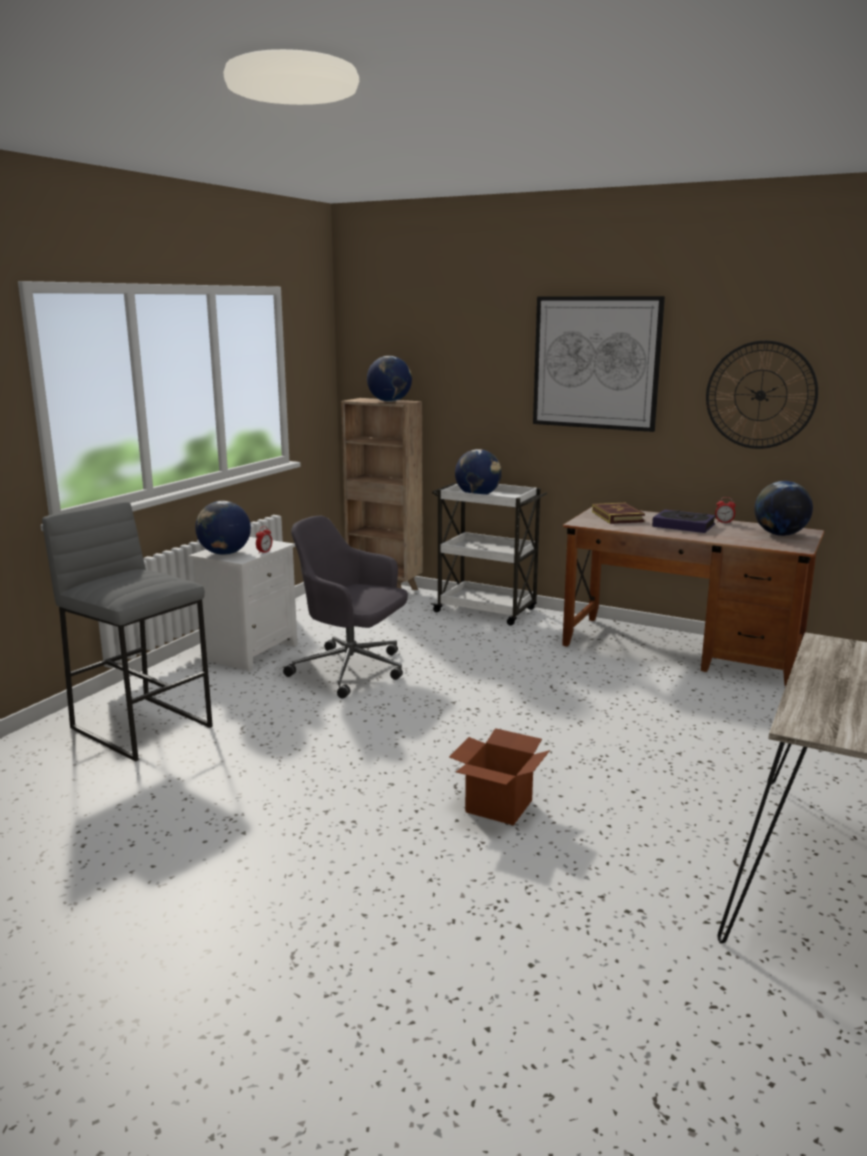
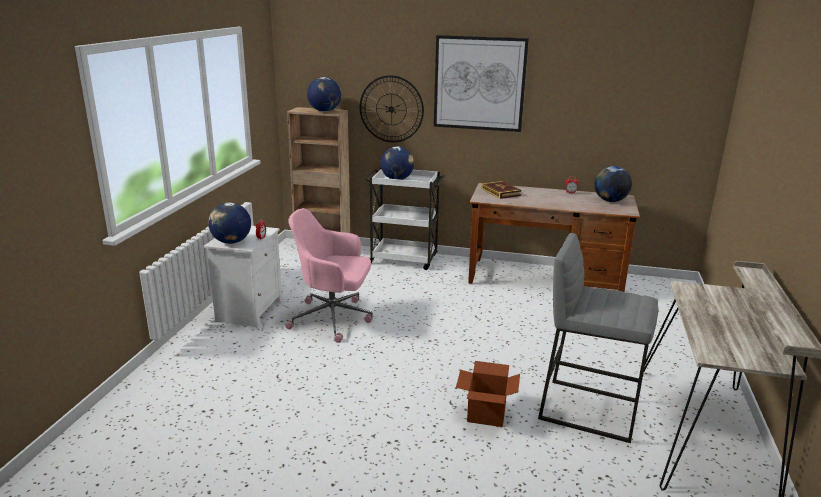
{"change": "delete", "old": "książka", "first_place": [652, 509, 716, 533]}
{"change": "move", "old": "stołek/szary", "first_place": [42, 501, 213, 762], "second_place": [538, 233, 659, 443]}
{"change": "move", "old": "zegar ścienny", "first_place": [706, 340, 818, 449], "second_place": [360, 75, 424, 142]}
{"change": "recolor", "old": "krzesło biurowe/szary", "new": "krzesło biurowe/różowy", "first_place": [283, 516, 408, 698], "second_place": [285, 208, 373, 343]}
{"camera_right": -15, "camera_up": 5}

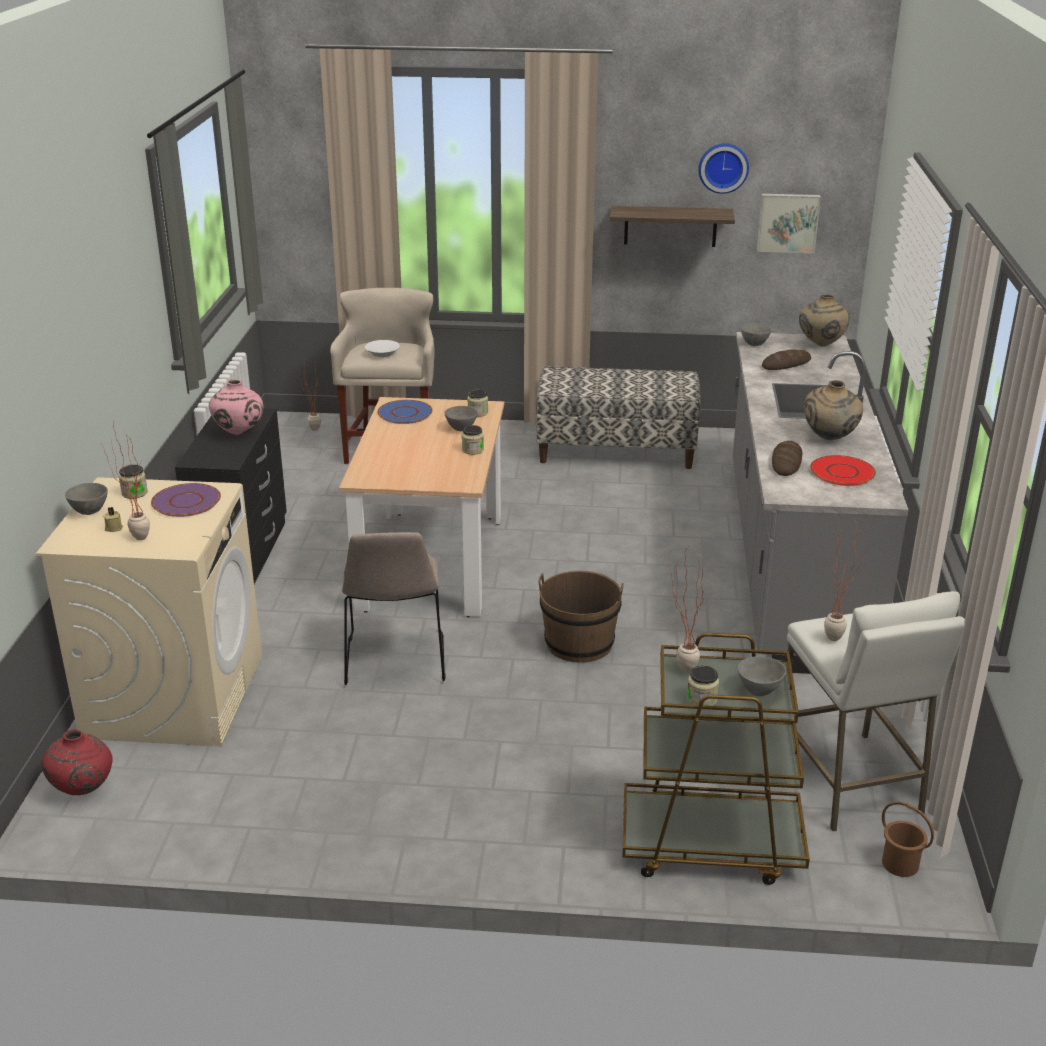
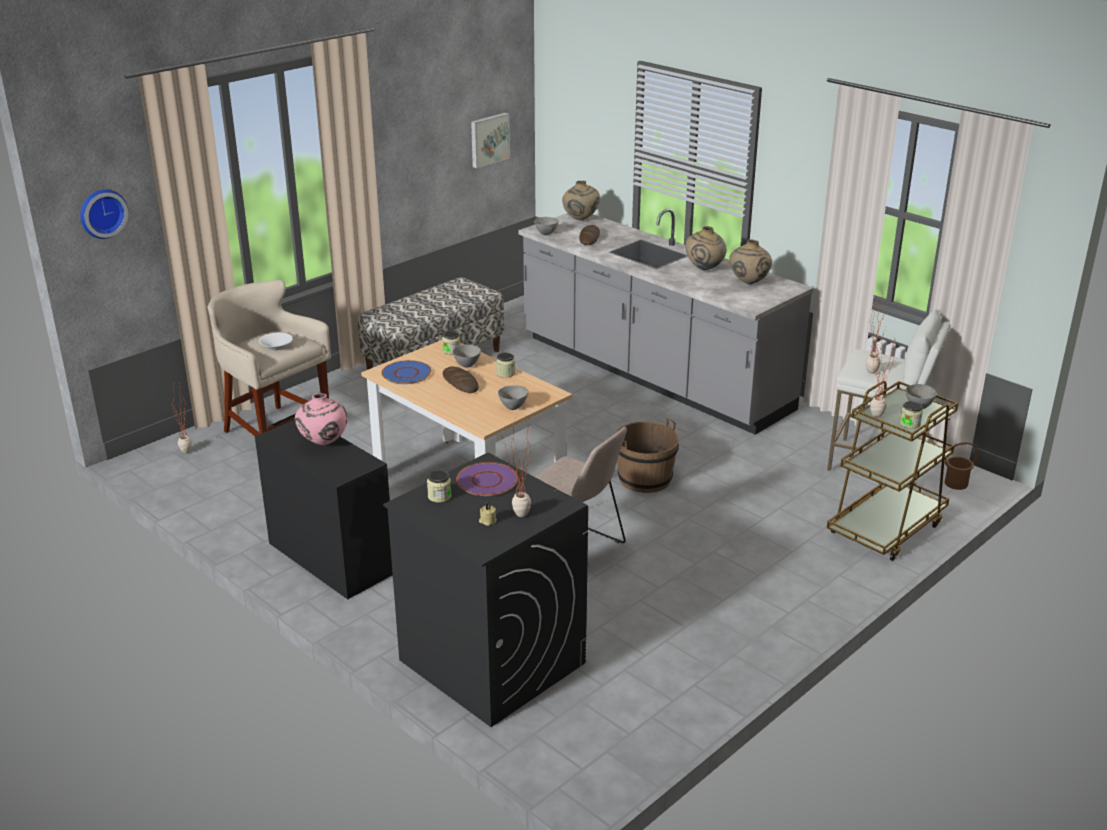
{"change": "delete", "old": "wazon/czerwony", "first_place": [42, 729, 112, 795]}
{"change": "delete", "old": "półka", "first_place": [610, 206, 735, 247]}
{"change": "move", "old": "miska/szary", "first_place": [65, 483, 108, 515], "second_place": [498, 385, 528, 410]}
{"change": "move", "old": "zegar ścienny", "first_place": [698, 143, 749, 194], "second_place": [80, 189, 128, 239]}
{"change": "move", "old": "chleb", "first_place": [772, 441, 803, 476], "second_place": [443, 367, 479, 393]}
{"change": "replace", "old": "talerz/czerwony", "new": "wazon/beżowy", "first_place": [810, 455, 876, 486], "second_place": [729, 239, 772, 284]}
{"change": "recolor", "old": "pralka/beżowy", "new": "pralka/czarny", "first_place": [36, 477, 262, 747], "second_place": [383, 453, 588, 727]}
{"camera_right": -50, "camera_up": 0}

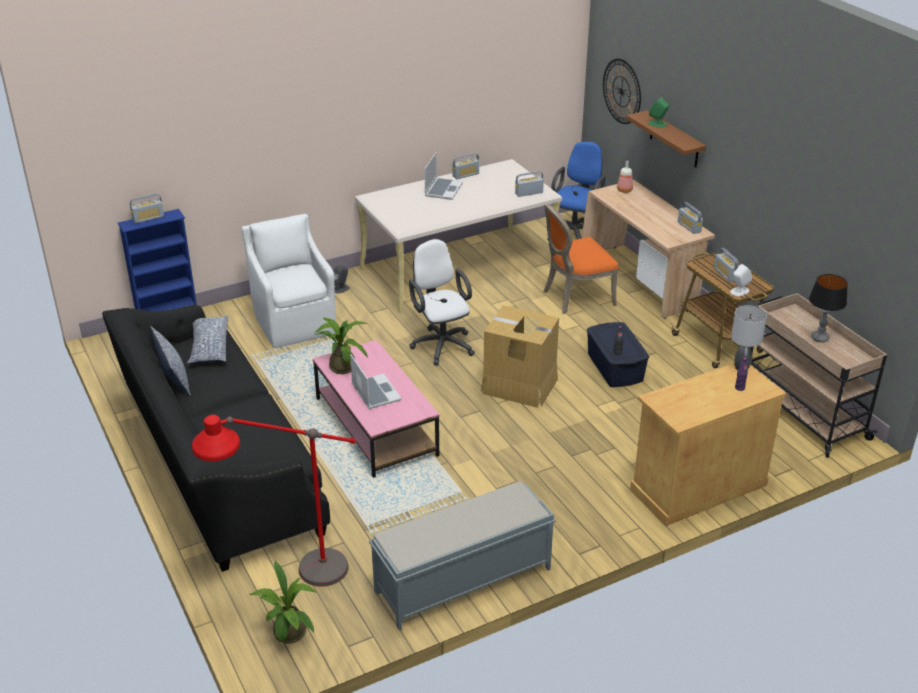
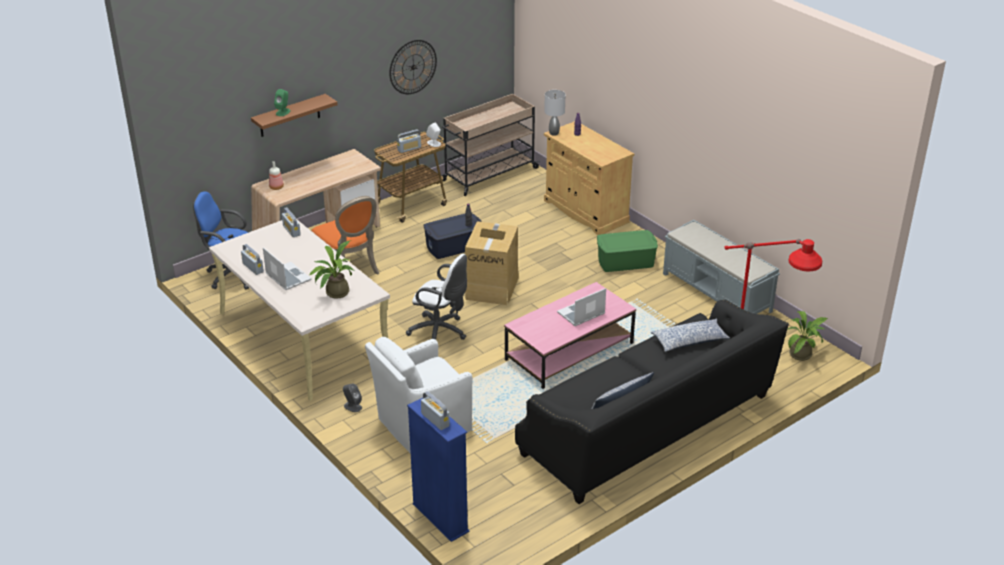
{"change": "delete", "old": "radio", "first_place": [678, 202, 703, 234]}
{"change": "delete", "old": "lampa stołowa", "first_place": [809, 274, 848, 342]}
{"change": "insert", "new": "pojemnik do przechowywania/zielony", "second_place": [597, 230, 658, 272]}
{"change": "move", "old": "poduszka", "first_place": [187, 315, 228, 364], "second_place": [650, 318, 730, 352]}
{"change": "move", "old": "roślina doniczkowa", "first_place": [315, 317, 368, 374], "second_place": [309, 241, 354, 299]}
{"change": "move", "old": "zegar ścienny", "first_place": [603, 59, 641, 124], "second_place": [389, 40, 437, 94]}
{"change": "rotate", "old": "krzesło biurowe/biały", "first_place": [409, 239, 475, 365], "second_place": [406, 254, 467, 340], "degrees": -120}
{"change": "rotate", "old": "laptop", "first_place": [424, 152, 463, 200], "second_place": [263, 247, 312, 290], "degrees": 45}
{"camera_right": -100, "camera_up": 0}

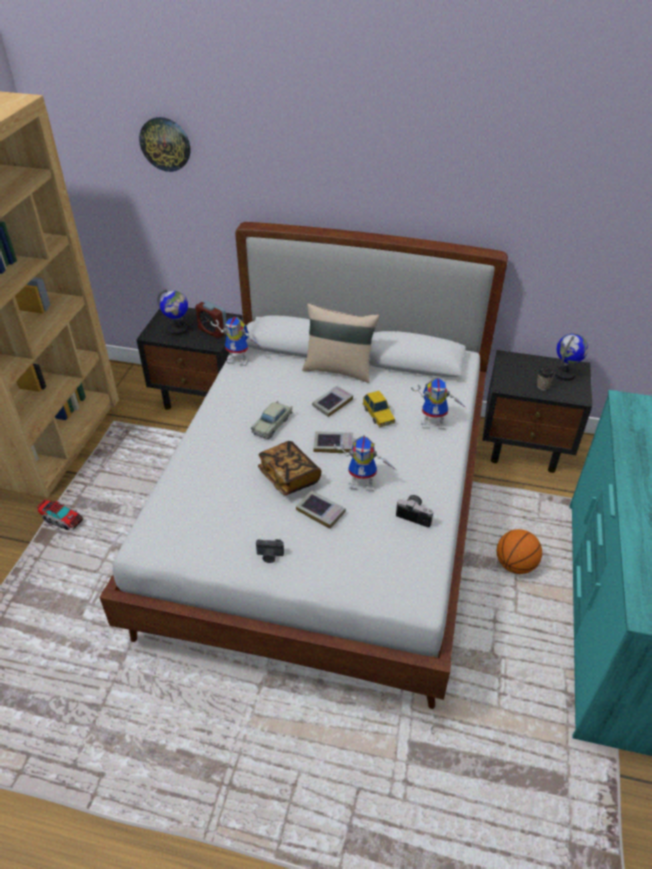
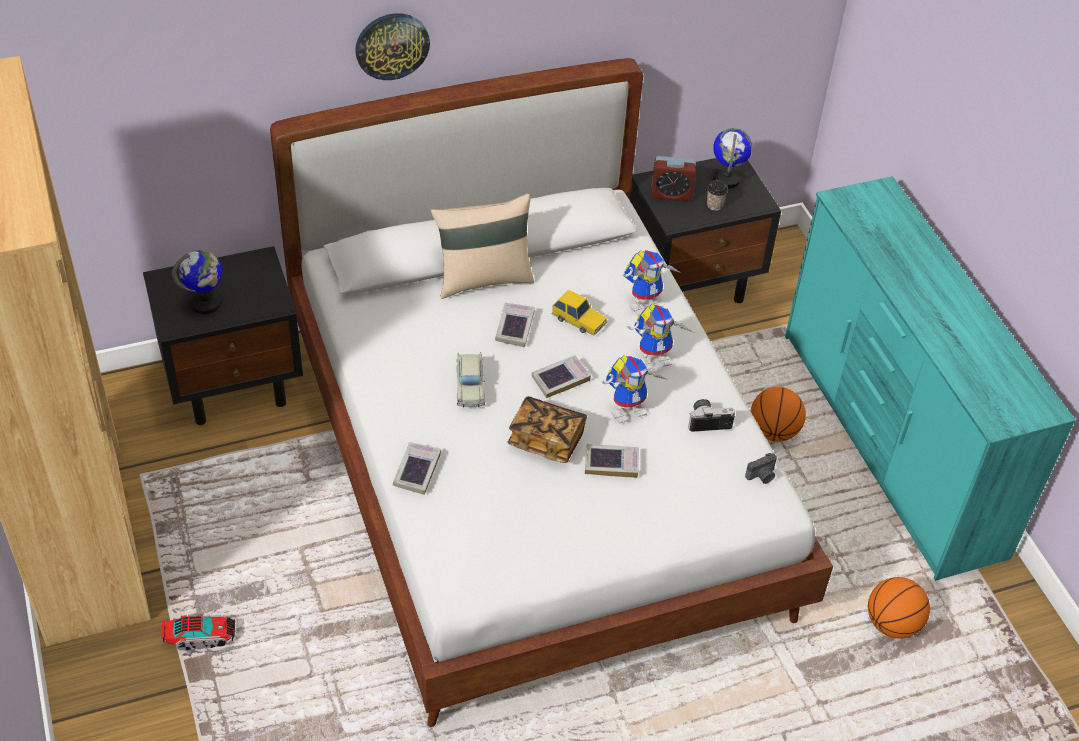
{"change": "insert", "new": "książka", "second_place": [393, 442, 441, 495]}
{"change": "insert", "new": "piłka do koszykówki", "second_place": [868, 577, 930, 639]}
{"change": "move", "old": "zegar ścienny", "first_place": [139, 117, 190, 172], "second_place": [355, 13, 430, 80]}
{"change": "move", "old": "budzik", "first_place": [195, 300, 227, 338], "second_place": [651, 156, 696, 202]}
{"change": "move", "old": "robot zabawkowy", "first_place": [211, 317, 261, 366], "second_place": [627, 304, 694, 370]}
{"change": "move", "old": "aparat fotograficzny", "first_place": [256, 539, 284, 563], "second_place": [745, 453, 777, 484]}
{"camera_right": -35, "camera_up": 5}

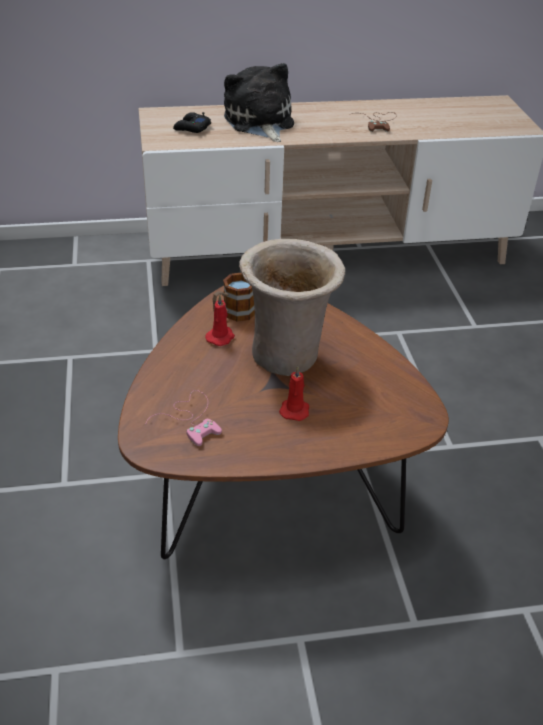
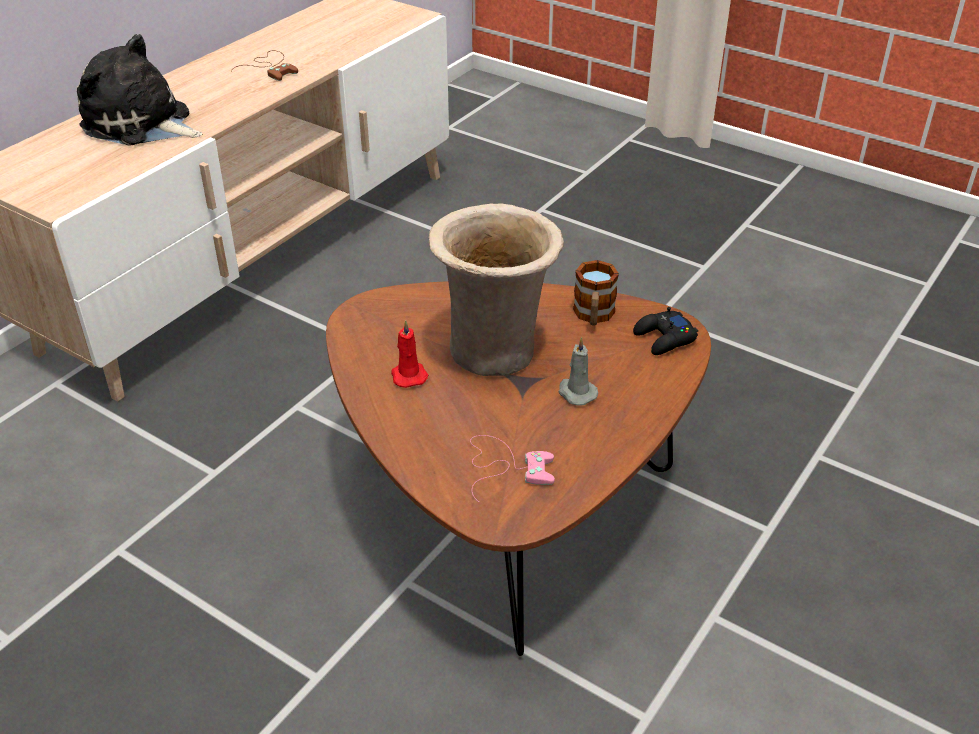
{"change": "move", "old": "pad do gier/czarny", "first_place": [173, 112, 211, 133], "second_place": [633, 307, 698, 355]}
{"change": "move", "old": "kubek", "first_place": [213, 273, 255, 322], "second_place": [573, 260, 619, 326]}
{"change": "recolor", "old": "świeca/czerwony", "new": "świeca/szary", "first_place": [279, 366, 309, 421], "second_place": [558, 337, 598, 406]}
{"camera_right": -45, "camera_up": 0}

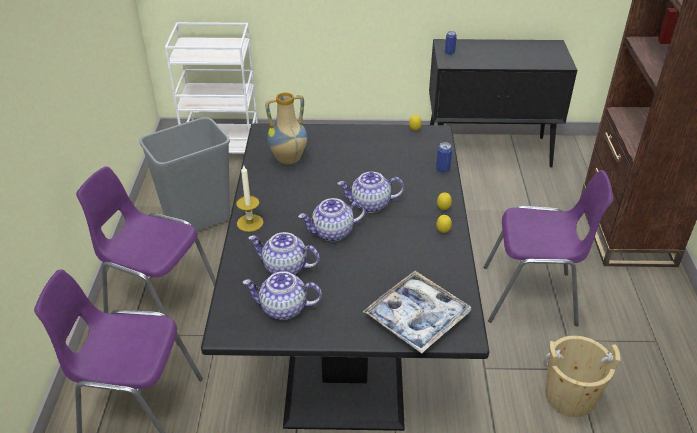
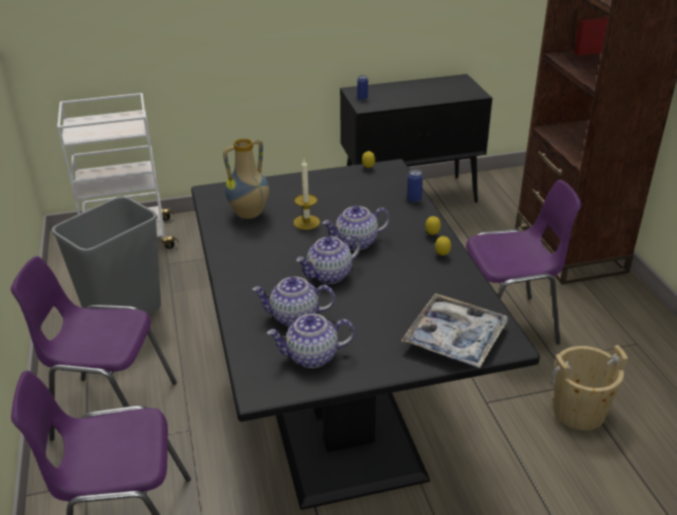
{"change": "move", "old": "świeca", "first_place": [236, 164, 264, 232], "second_place": [294, 159, 320, 230]}
{"camera_right": -15, "camera_up": -5}

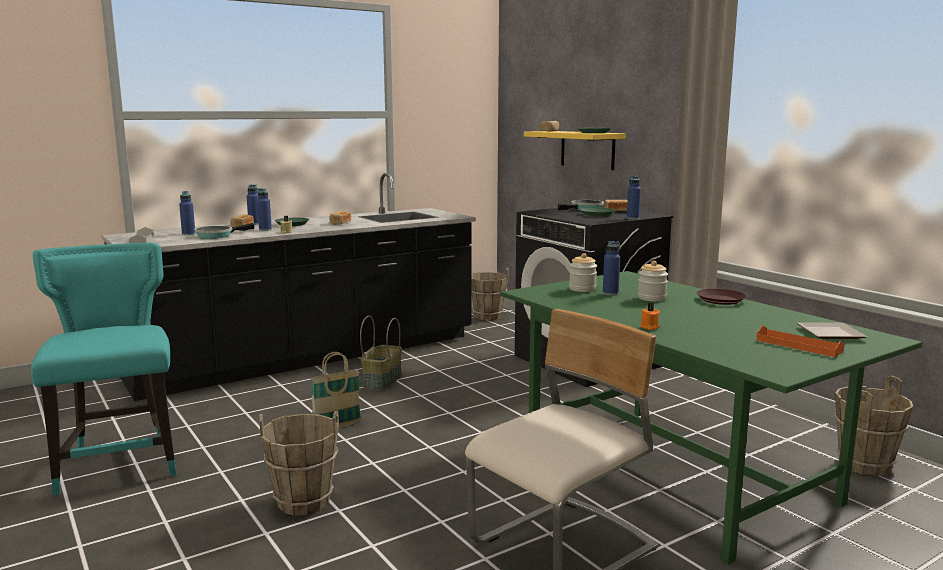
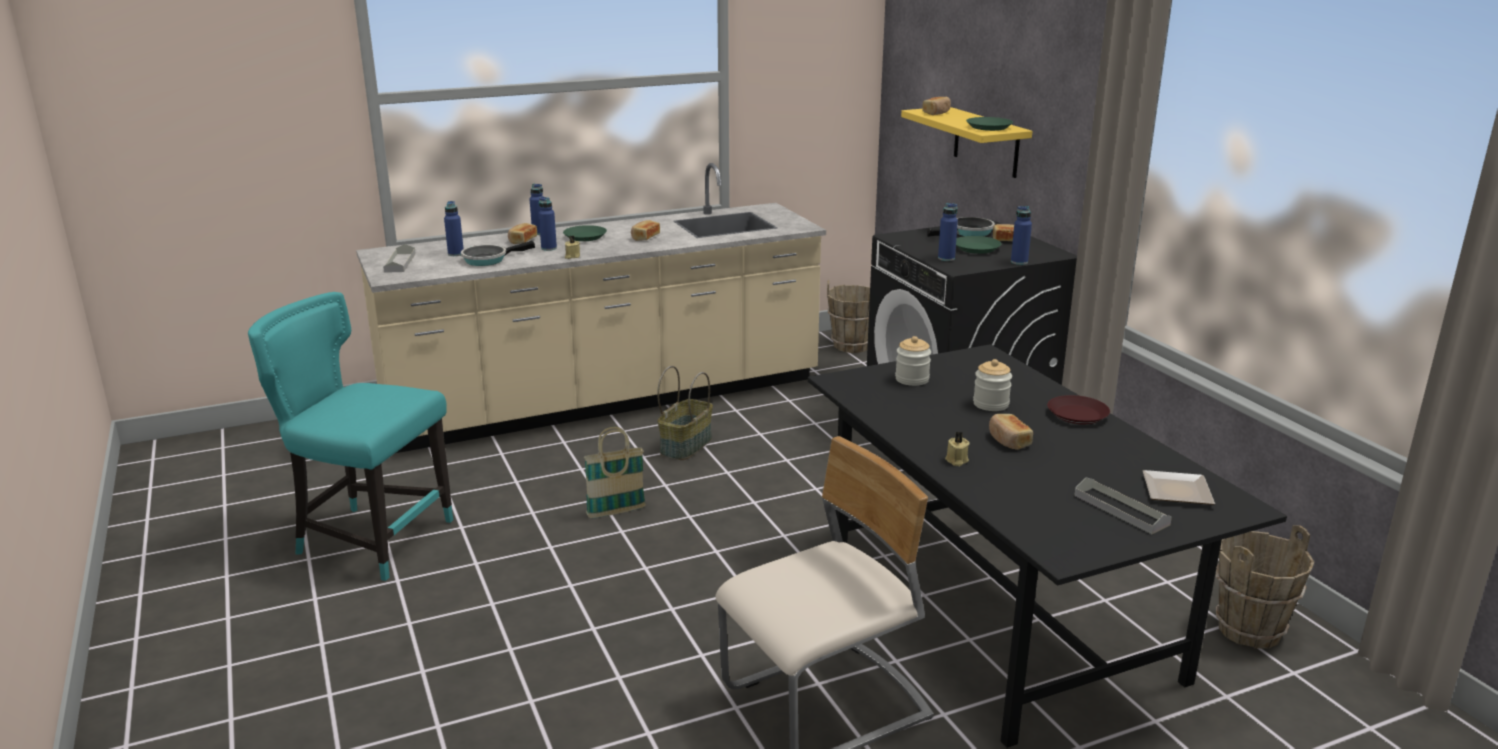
{"change": "delete", "old": "wiadro/brązowy", "first_place": [259, 411, 339, 515]}
{"change": "insert", "new": "chleb", "second_place": [989, 414, 1033, 450]}
{"change": "move", "old": "butelka/niebieski", "first_place": [603, 241, 620, 296], "second_place": [938, 203, 958, 261]}
{"change": "recolor", "old": "zabudowa kuchenna/czarny", "new": "zabudowa kuchenna/beżowy", "first_place": [102, 173, 476, 401], "second_place": [356, 163, 826, 453]}
{"change": "recolor", "old": "stół jadalny/zielony", "new": "stół jadalny/czarny", "first_place": [500, 271, 923, 565], "second_place": [808, 344, 1287, 748]}
{"change": "recolor", "old": "świeca/pomarańczowy", "new": "świeca/beżowy", "first_place": [640, 302, 660, 330], "second_place": [945, 431, 970, 466]}
{"change": "recolor", "old": "taca/pomarańczowy", "new": "taca/szary", "first_place": [756, 325, 845, 357], "second_place": [1074, 477, 1172, 534]}
{"change": "rotate", "old": "krzesło/turkusowy", "first_place": [31, 243, 177, 496], "second_place": [248, 292, 453, 581], "degrees": -60}
{"camera_right": 10, "camera_up": 10}

